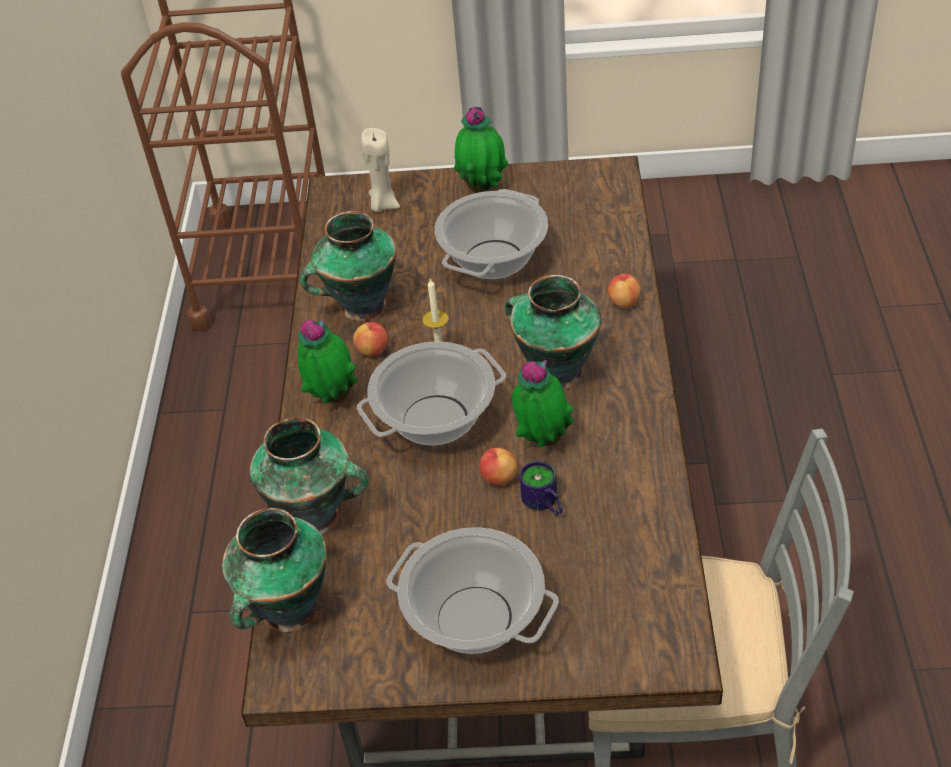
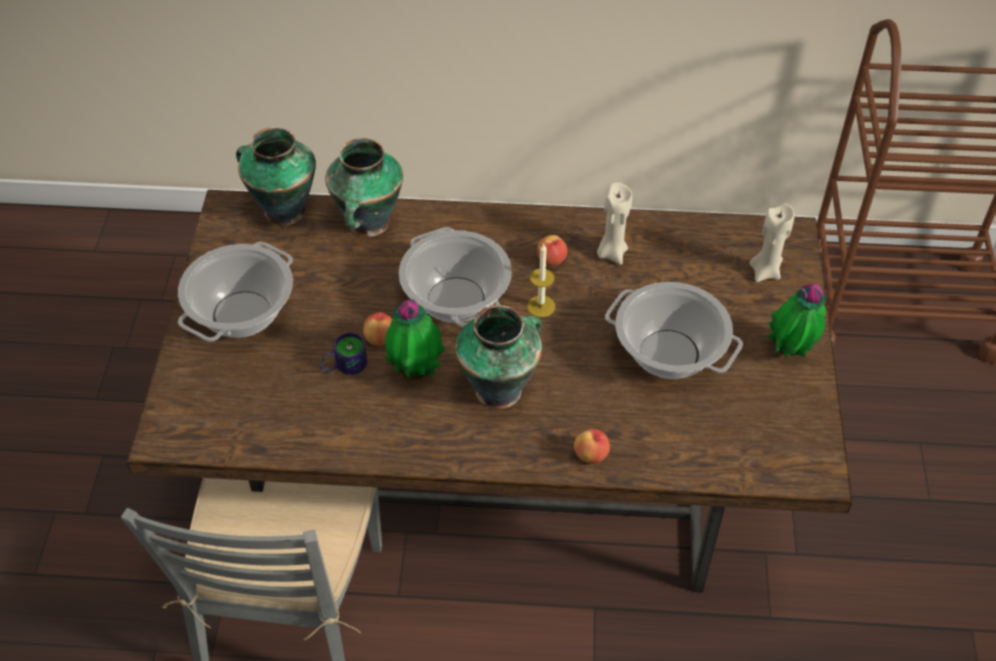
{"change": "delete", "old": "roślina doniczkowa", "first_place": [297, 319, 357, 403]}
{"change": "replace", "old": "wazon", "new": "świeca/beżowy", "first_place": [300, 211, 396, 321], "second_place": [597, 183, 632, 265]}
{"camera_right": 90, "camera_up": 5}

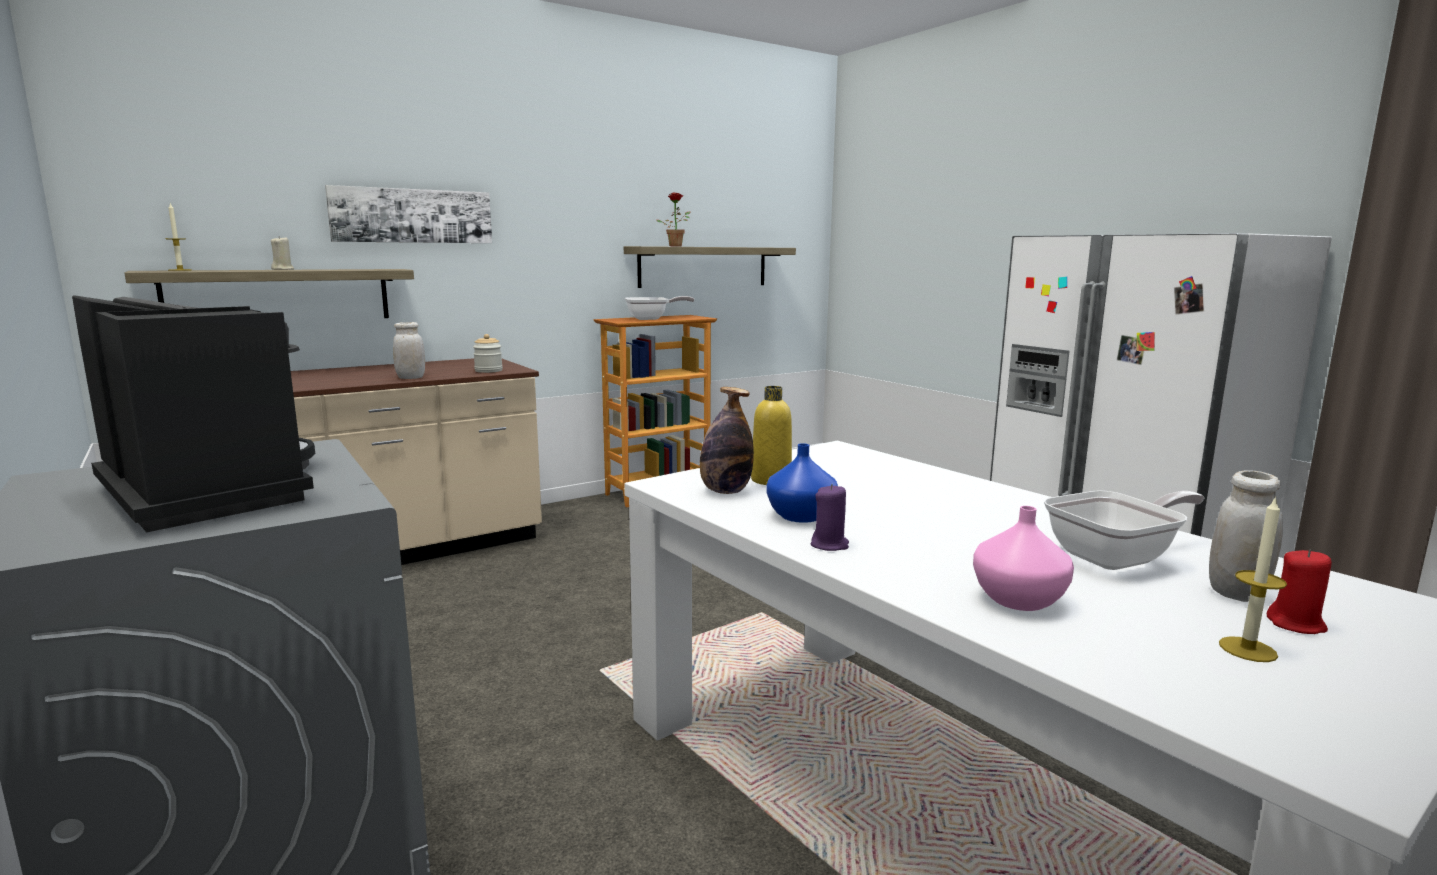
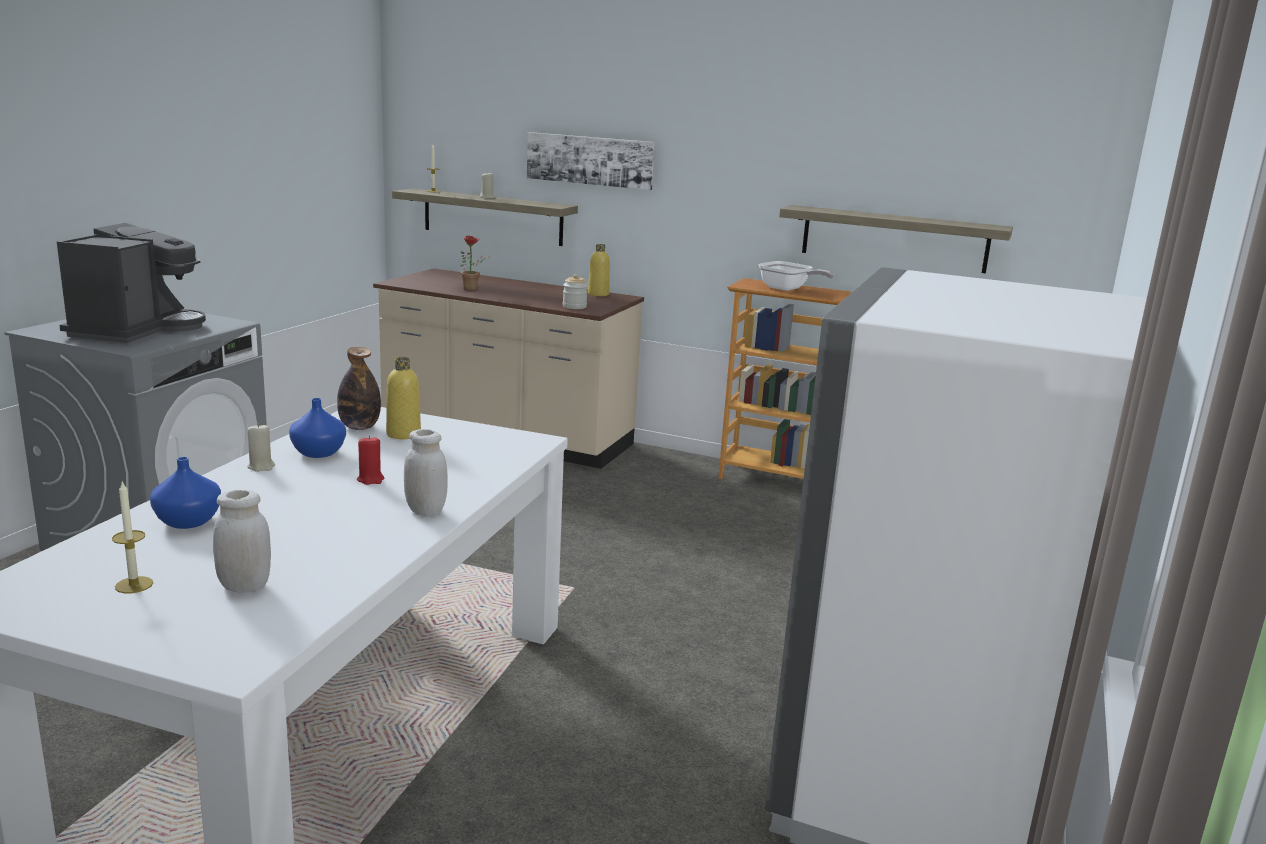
{"change": "delete", "old": "patelnia", "first_place": [1044, 490, 1205, 570]}
{"change": "insert", "new": "butelka/żółty", "second_place": [588, 244, 610, 296]}
{"change": "move", "old": "słoik/biały", "first_place": [393, 322, 425, 379], "second_place": [404, 429, 447, 516]}
{"change": "move", "old": "roślina doniczkowa", "first_place": [656, 193, 690, 246], "second_place": [460, 235, 492, 291]}
{"change": "move", "old": "świeca/czerwony", "first_place": [1267, 549, 1332, 634], "second_place": [357, 435, 384, 485]}
{"change": "recolor", "old": "świeca/fioletowy", "new": "świeca/beżowy", "first_place": [810, 484, 849, 551], "second_place": [247, 423, 275, 472]}
{"change": "recolor", "old": "wazon/różowy", "new": "wazon/niebieski", "first_place": [973, 506, 1074, 611], "second_place": [150, 457, 221, 529]}
{"camera_right": 55, "camera_up": 5}

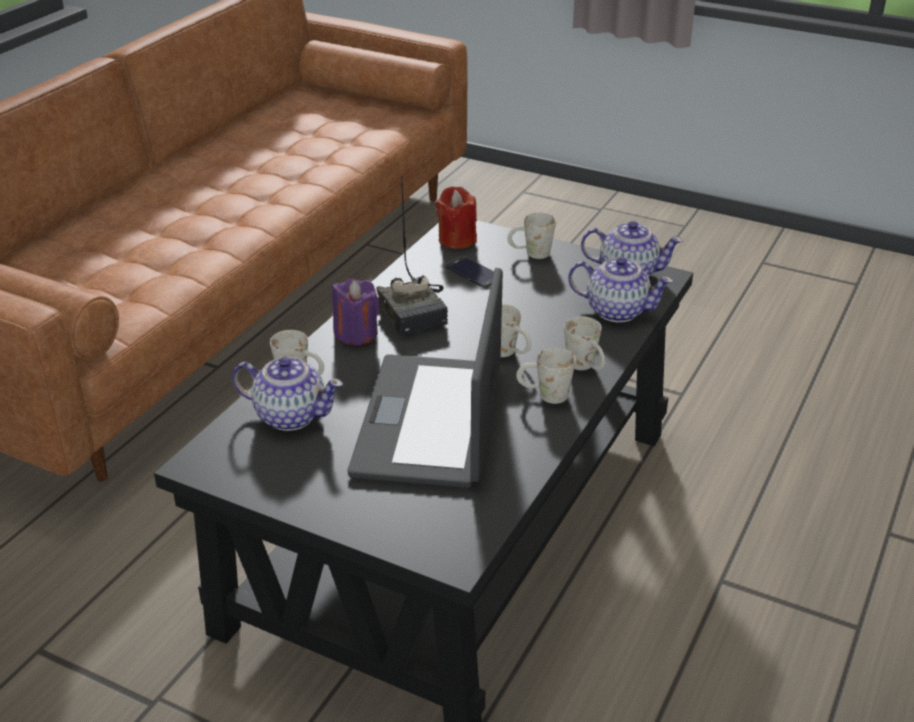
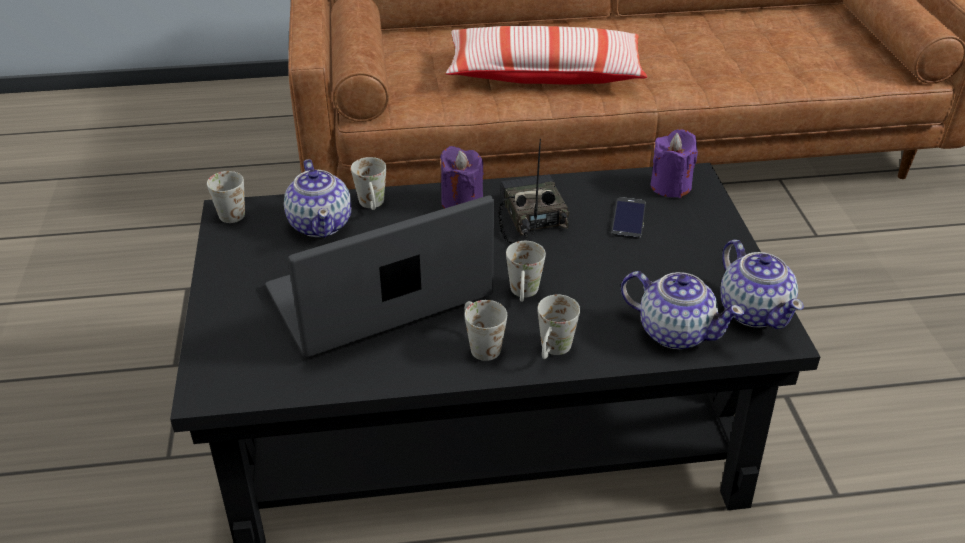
{"change": "insert", "new": "poduszka", "second_place": [446, 26, 647, 85]}
{"change": "move", "old": "kubek/biały", "first_place": [507, 213, 556, 259], "second_place": [207, 171, 245, 223]}
{"change": "recolor", "old": "świeca/czerwony", "new": "świeca/fioletowy", "first_place": [436, 186, 477, 249], "second_place": [651, 129, 698, 198]}
{"change": "rotate", "old": "radio", "first_place": [376, 176, 448, 336], "second_place": [498, 139, 569, 244], "degrees": 135}
{"change": "rotate", "old": "imbryk", "first_place": [568, 257, 673, 322], "second_place": [621, 271, 744, 349], "degrees": -45}
{"camera_right": 55, "camera_up": 5}

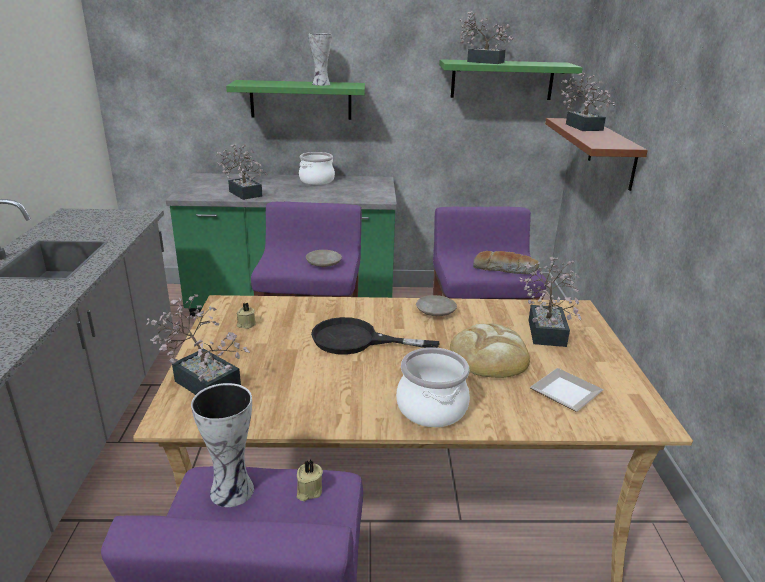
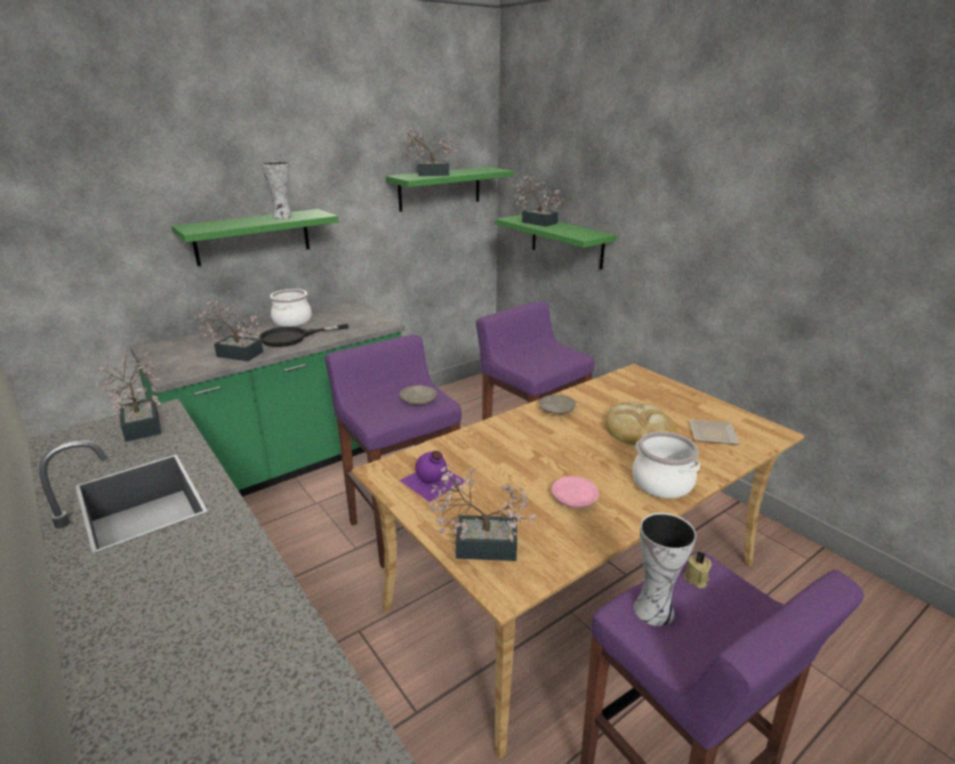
{"change": "delete", "old": "chleb", "first_place": [473, 251, 539, 274]}
{"change": "insert", "new": "talerz/różowy", "second_place": [552, 476, 599, 508]}
{"change": "move", "old": "patelnia/czarny", "first_place": [311, 317, 439, 355], "second_place": [259, 324, 349, 347]}
{"change": "move", "old": "roślina doniczkowa", "first_place": [520, 257, 581, 347], "second_place": [95, 352, 161, 442]}
{"change": "replace", "old": "świeca/beżowy", "new": "butelka/fioletowy", "first_place": [237, 303, 256, 329], "second_place": [399, 451, 465, 502]}
{"change": "recolor", "old": "półka/brązowy", "new": "półka/zielony", "first_place": [545, 118, 648, 191], "second_place": [495, 215, 617, 270]}
{"camera_right": -35, "camera_up": 0}

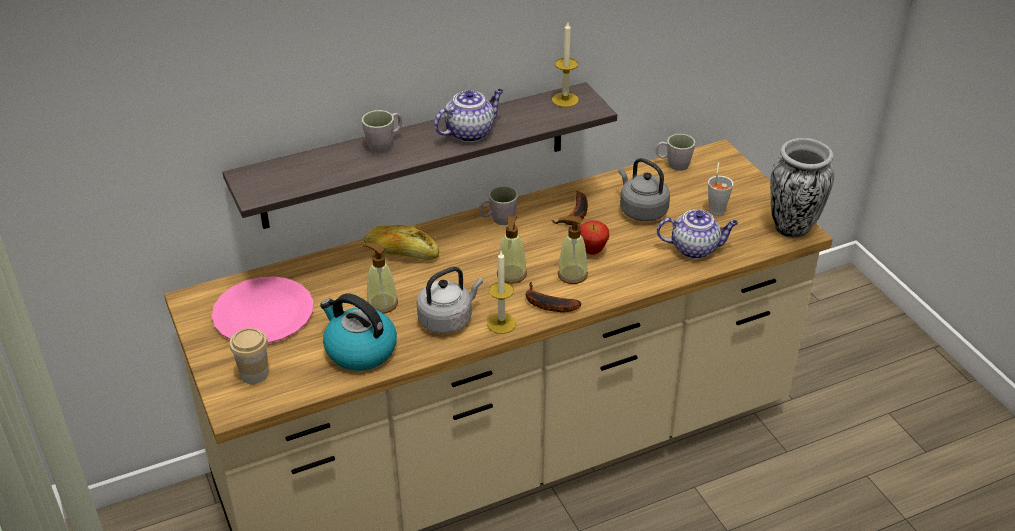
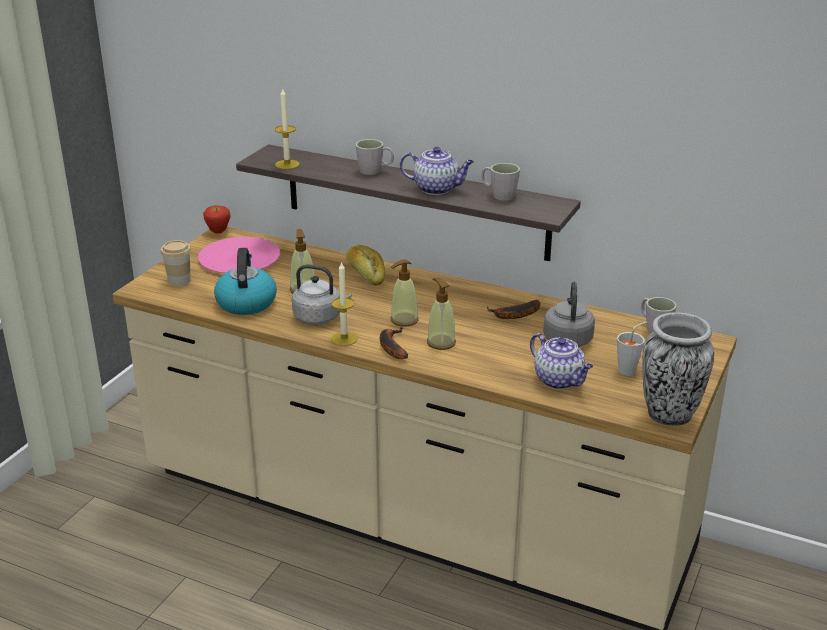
{"change": "move", "old": "kubek/szary", "first_place": [479, 186, 518, 225], "second_place": [481, 163, 520, 201]}
{"change": "move", "old": "świeca", "first_place": [552, 22, 579, 107], "second_place": [275, 89, 300, 169]}
{"change": "move", "old": "jabłko", "first_place": [580, 220, 609, 255], "second_place": [203, 206, 231, 234]}
{"camera_right": 50, "camera_up": -10}

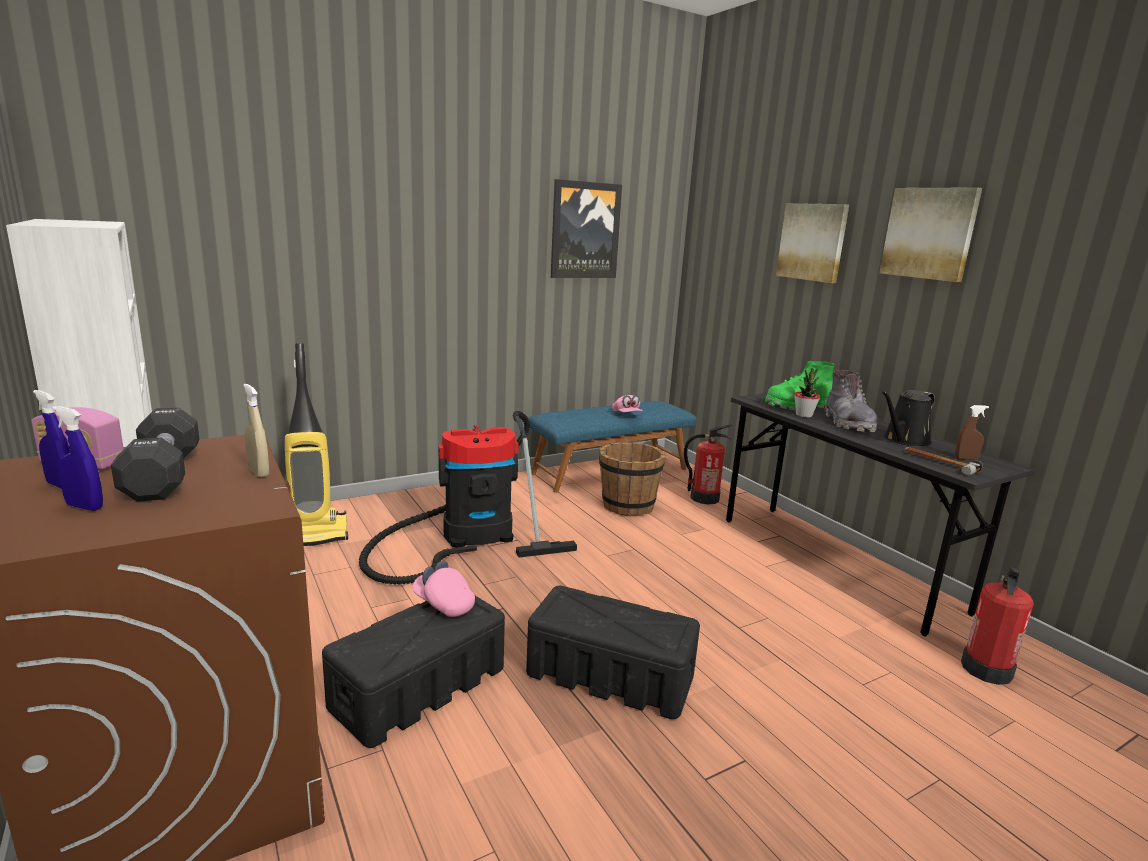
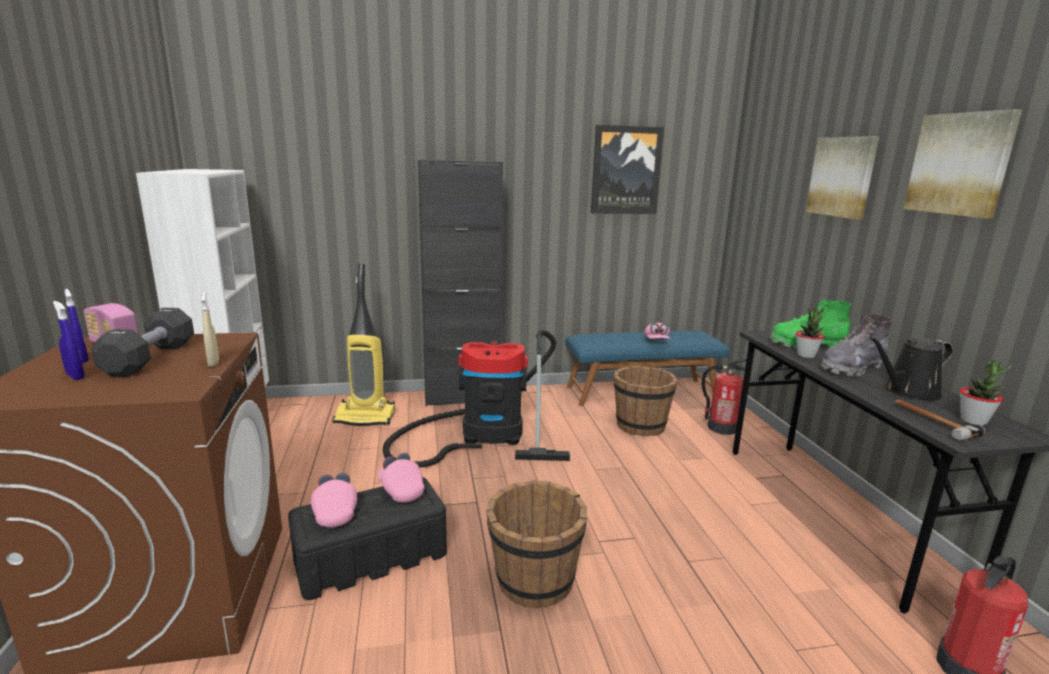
{"change": "insert", "new": "czapka z daszkiem/różowy", "second_place": [311, 473, 357, 528]}
{"change": "insert", "new": "szafka/czarny", "second_place": [418, 159, 503, 406]}
{"change": "replace", "old": "pojemnik do przechowywania/czarny", "new": "wiadro/brązowy", "first_place": [526, 586, 700, 719], "second_place": [486, 481, 587, 609]}
{"change": "replace", "old": "spryskiwacz/brązowy", "new": "roślina doniczkowa", "first_place": [955, 405, 989, 460], "second_place": [960, 360, 1013, 426]}
{"change": "rotate", "old": "but z cholewką/szary", "first_place": [825, 370, 877, 432], "second_place": [821, 314, 893, 376], "degrees": 45}
{"camera_right": 20, "camera_up": 0}

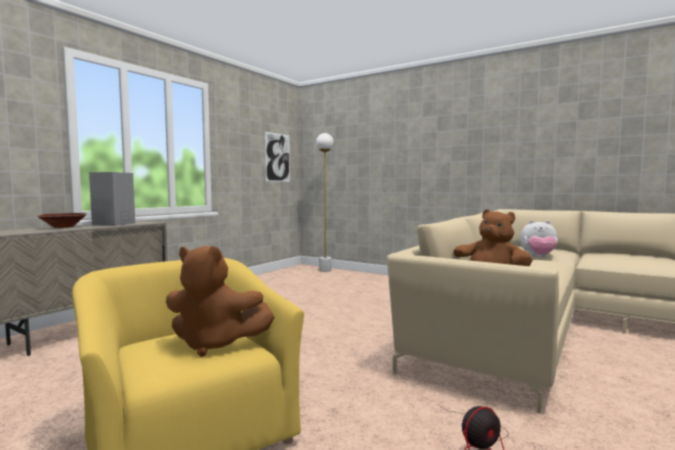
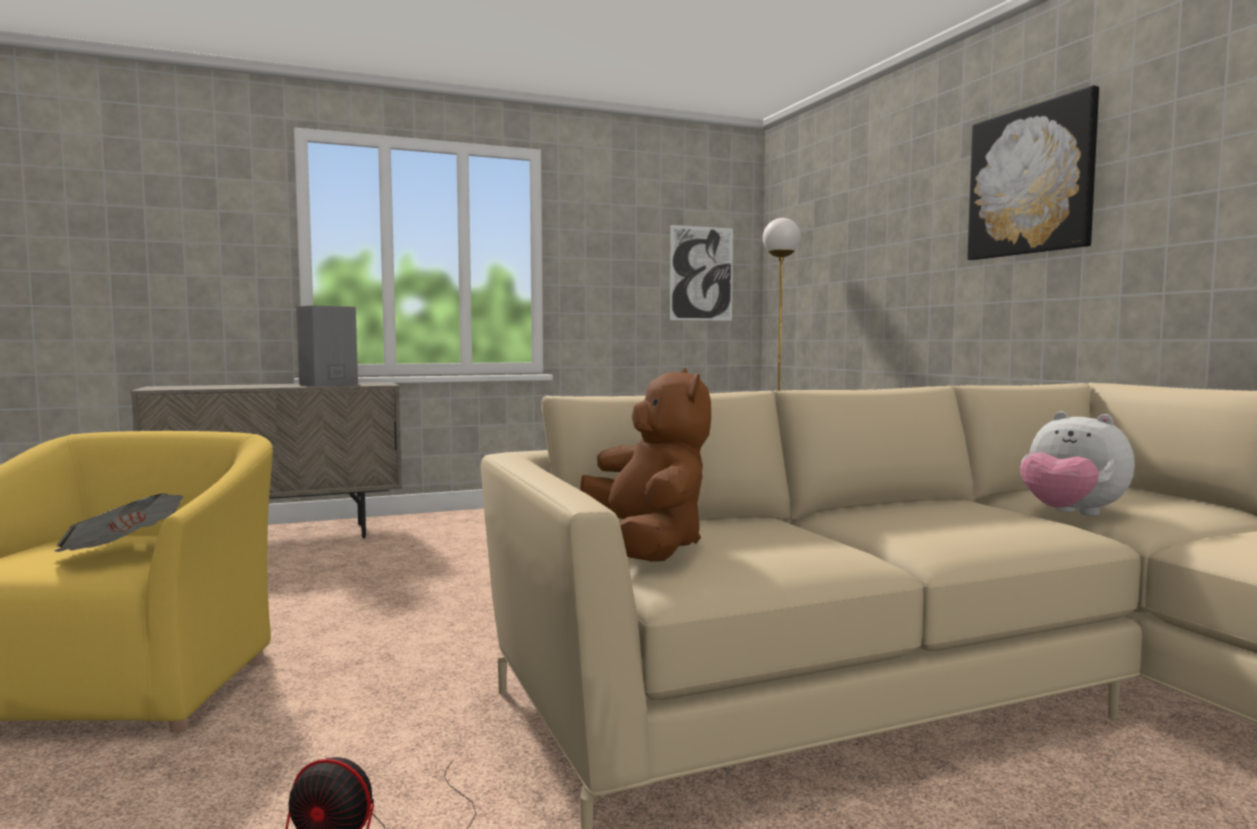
{"change": "delete", "old": "miska/brązowy", "first_place": [37, 213, 87, 228]}
{"change": "insert", "new": "obraz", "second_place": [967, 85, 1099, 260]}
{"change": "replace", "old": "pluszak/brązowy", "new": "gazeta", "first_place": [166, 246, 275, 357], "second_place": [54, 493, 184, 552]}
{"camera_right": 35, "camera_up": 0}

